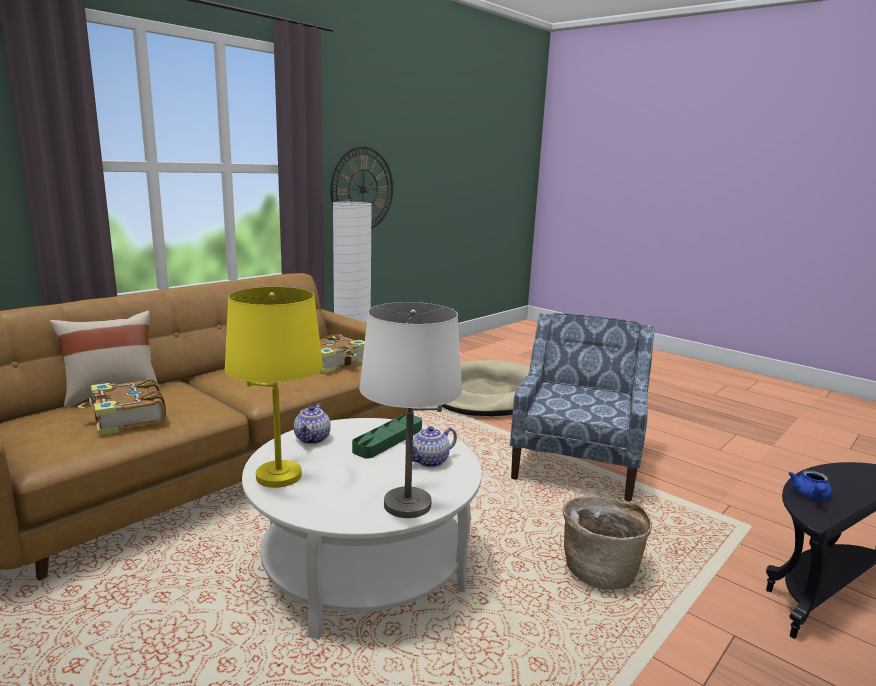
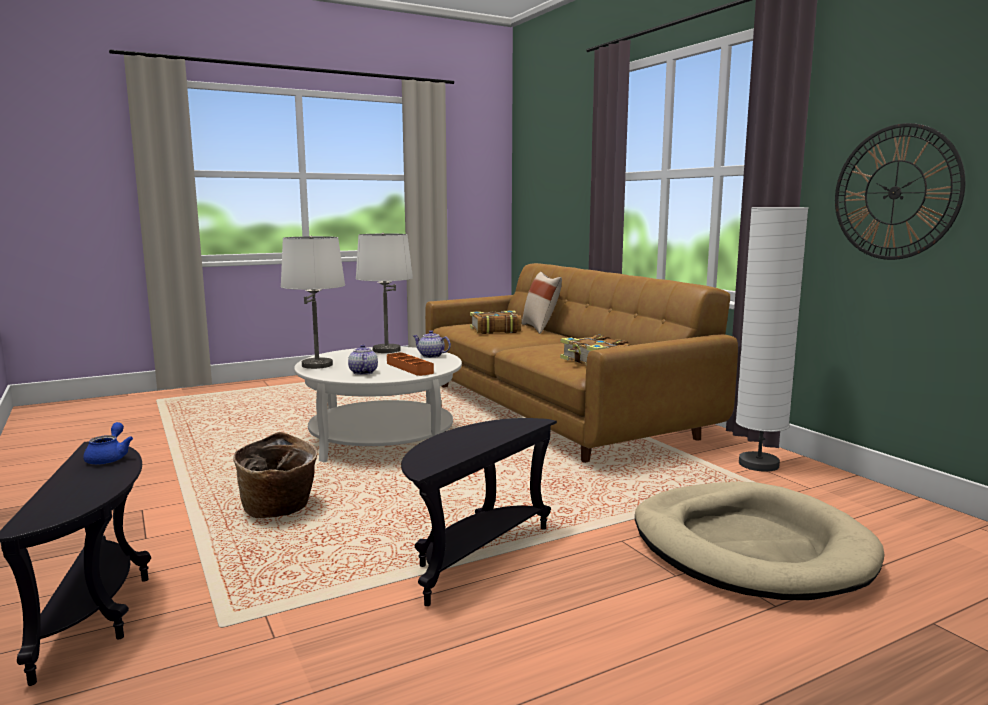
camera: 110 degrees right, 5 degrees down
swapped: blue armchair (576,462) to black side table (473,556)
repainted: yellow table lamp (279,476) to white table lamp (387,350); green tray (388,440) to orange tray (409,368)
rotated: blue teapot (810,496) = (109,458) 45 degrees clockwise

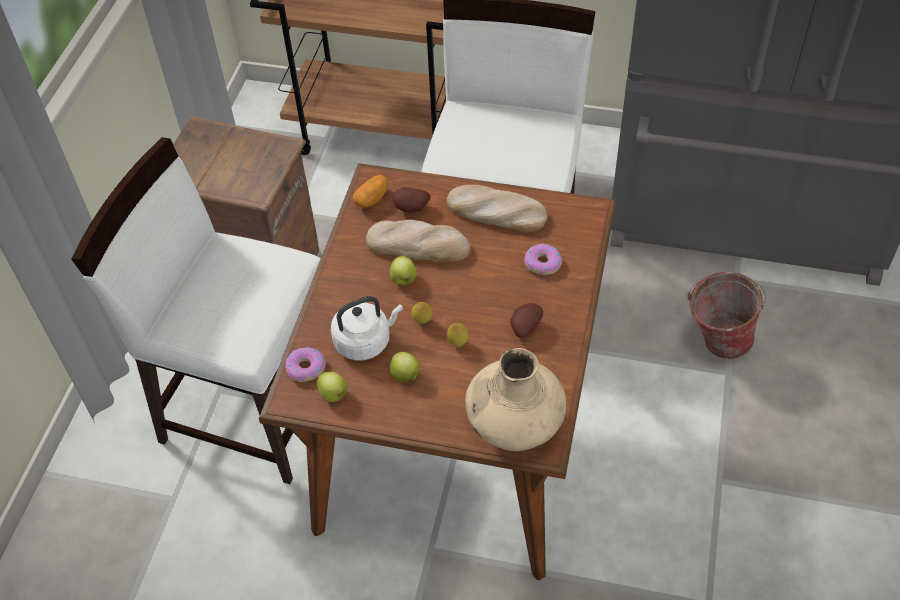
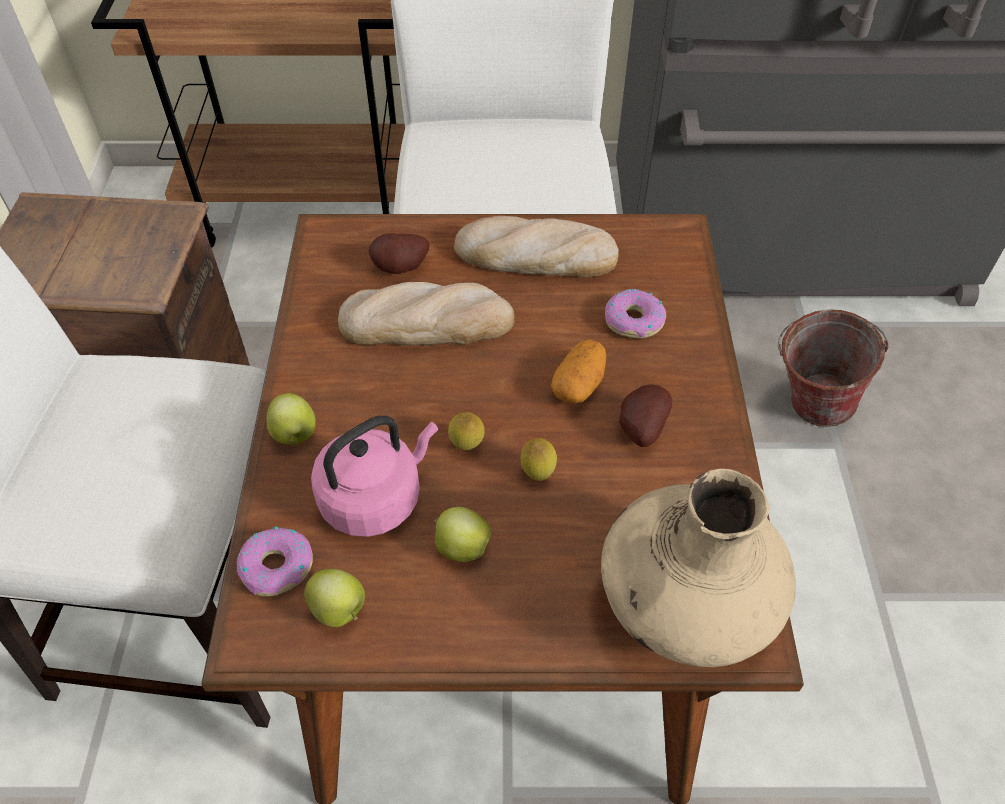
camera: 15 degrees left, 0 degrees up
shifted: potato (372,199) to (579,384); apple (403,280) to (295,435)
repainted: white kettle (365,341) to pink kettle (376,497)

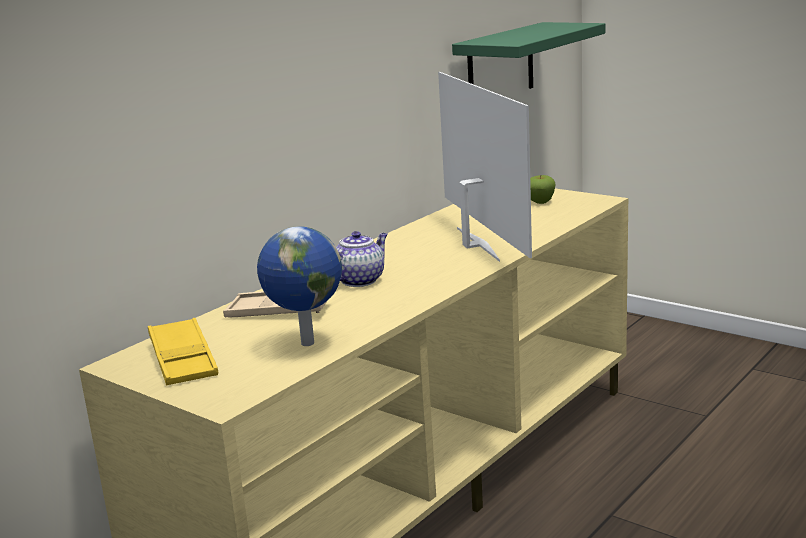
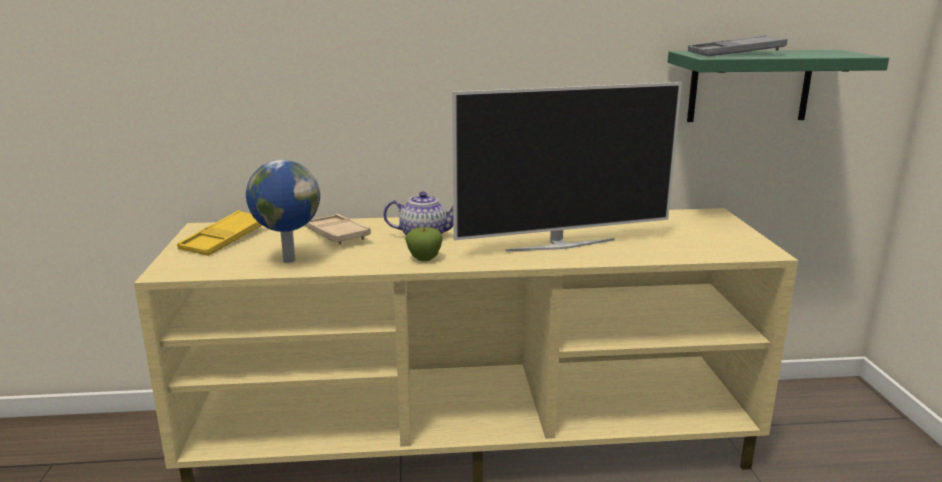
camera: 45 degrees right, 0 degrees up
new: grey tray (735,54)
shifted: apple (540,202) to (424,259)
rotated: television (475,244) = (560,245) 45 degrees clockwise

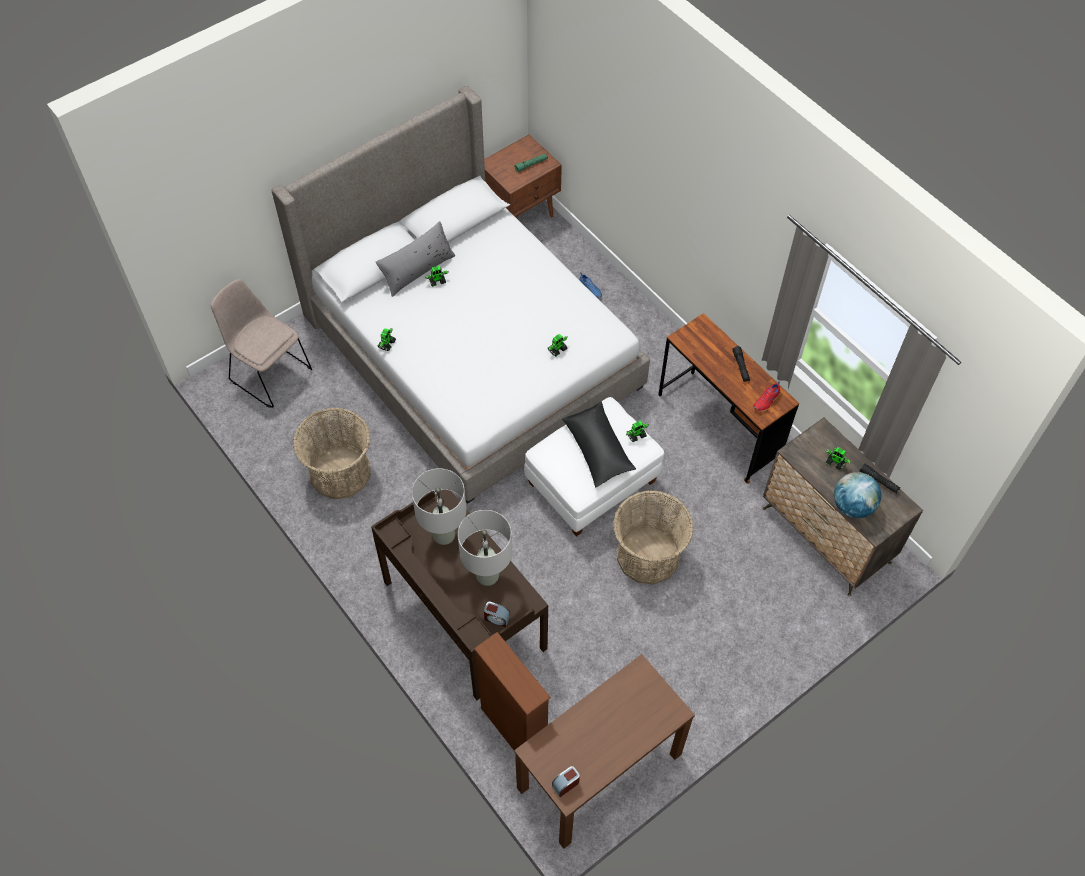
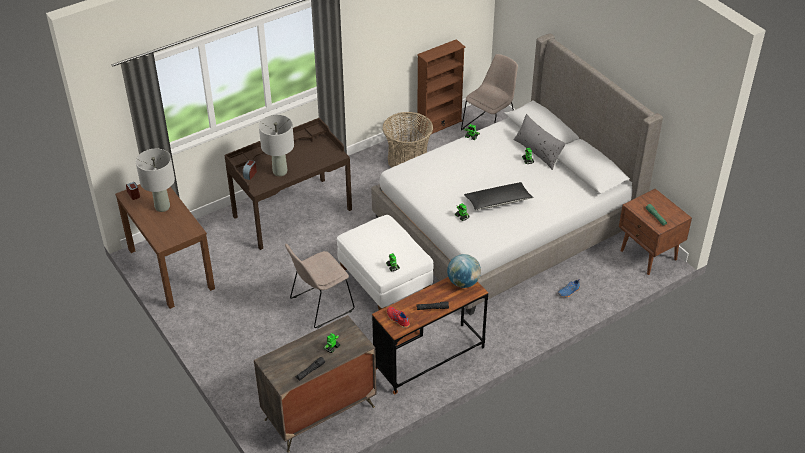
camera: 95 degrees right, 15 degrees down
shifted: black pillow (598,449) to (498,201); grey table lamp (443,536) to (162,207); globe (852,506) to (463,282); brown bookcase (514,730) to (439,125)
swapped: basket (648,555) to beige chair (320,305)

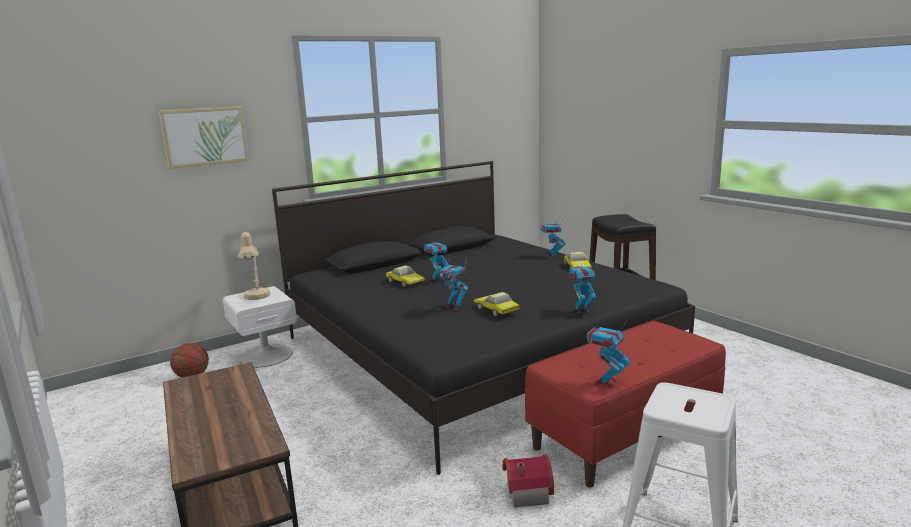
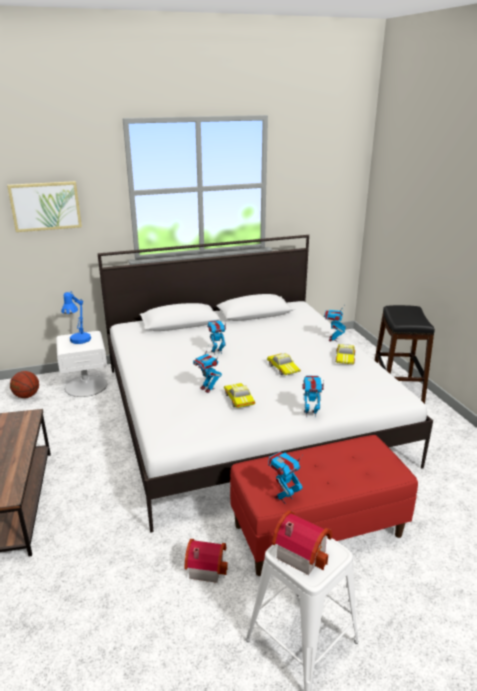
camera: 15 degrees right, 10 degrees up
new: toy house (301,551)
shifted: toy car (405,281) to (283,368)
repainted: black bed (475,349) to white bed (246,412); beige table lamp (256,297) to blue table lamp (79,341)

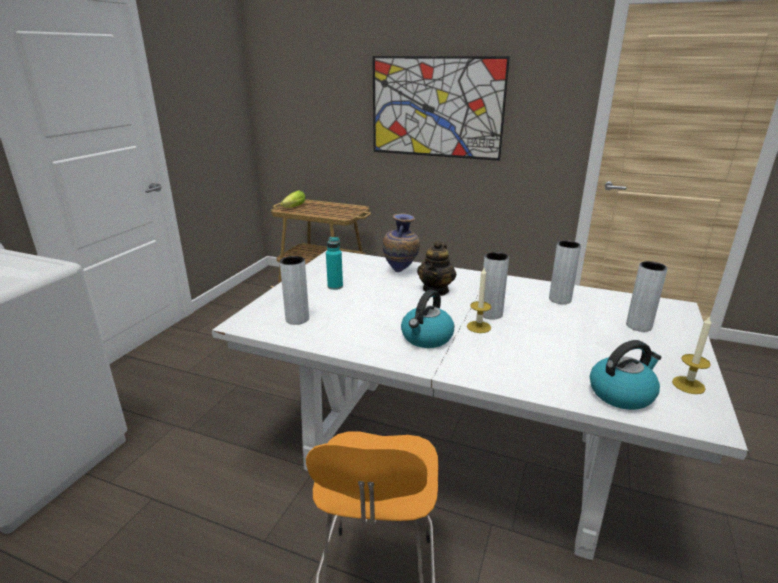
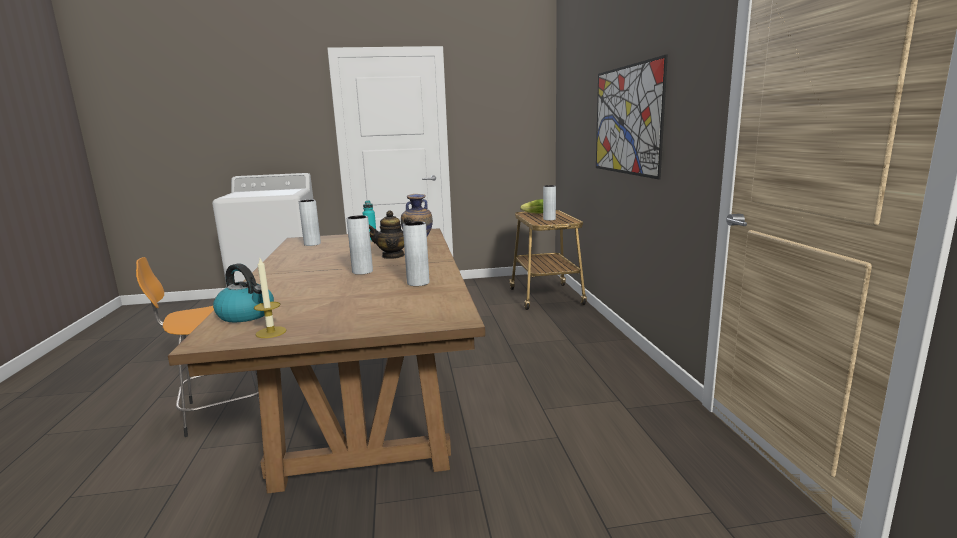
camera: 60 degrees right, 10 degrees down
gone: candle (478,327); kettle (426,338)
shifted: grey vase (638,326) to (549,219)
repainted: white dining table (458,452) to brown dining table (368,405)

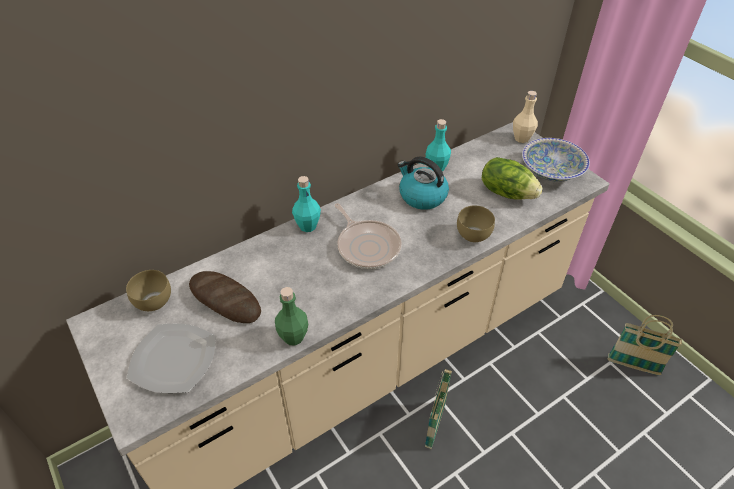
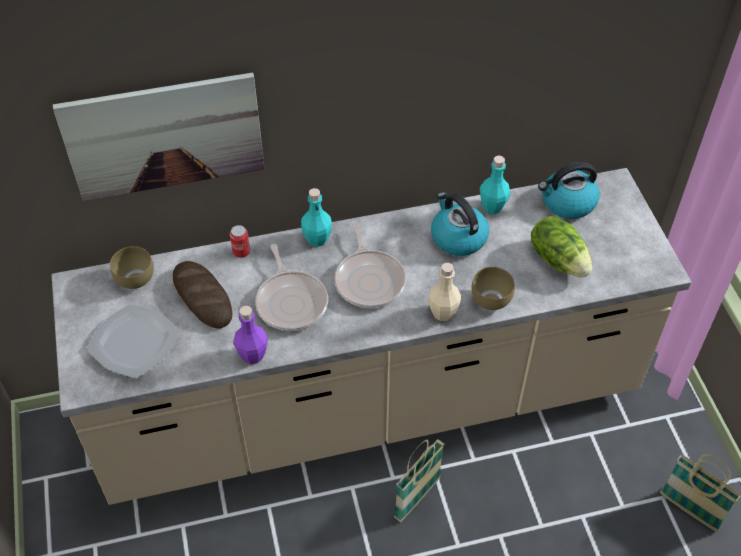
camera: 20 degrees right, 5 degrees up
gone: bowl (551,171)
new: picture (164,136); kettle (567,203); can (241,252); frying pan (291,301)
shifted: beige bottle (521,138) to (443,313)
repainted: green bottle (293,337) to purple bottle (253,355)

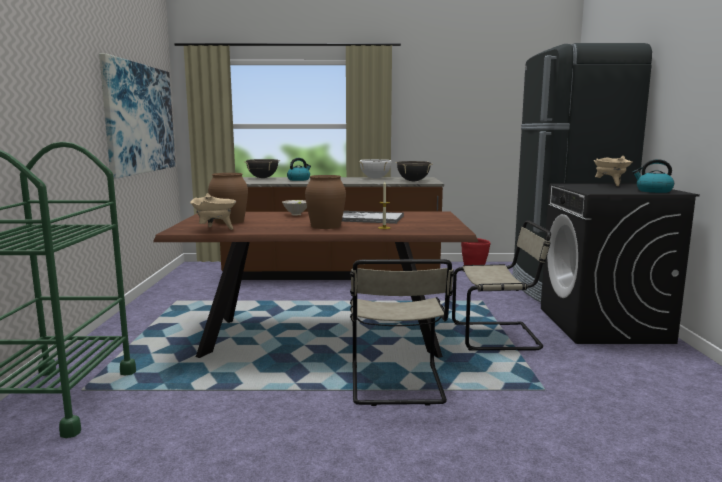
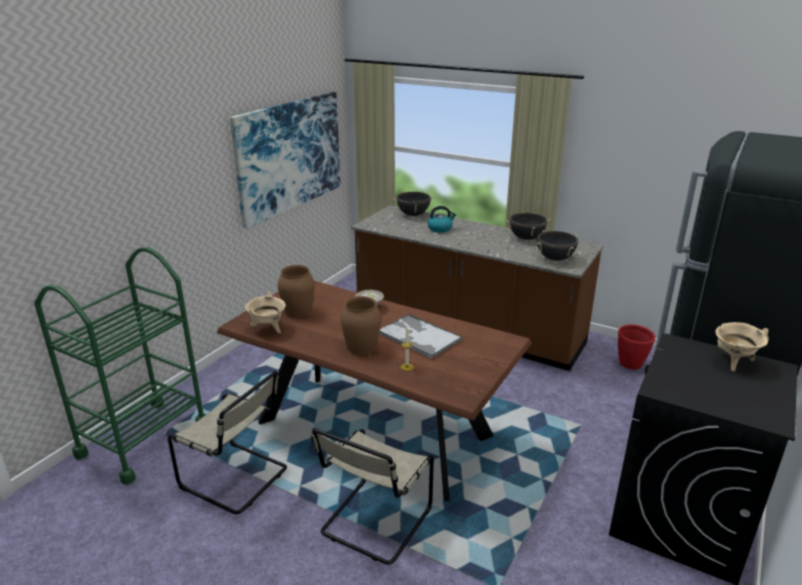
camera: 30 degrees right, 15 degrees up
gone: kettle (653,191)
shifted: beige chair (499,336) to (237,479)
repainted: white cooking pot (375,178) to black cooking pot (526,238)

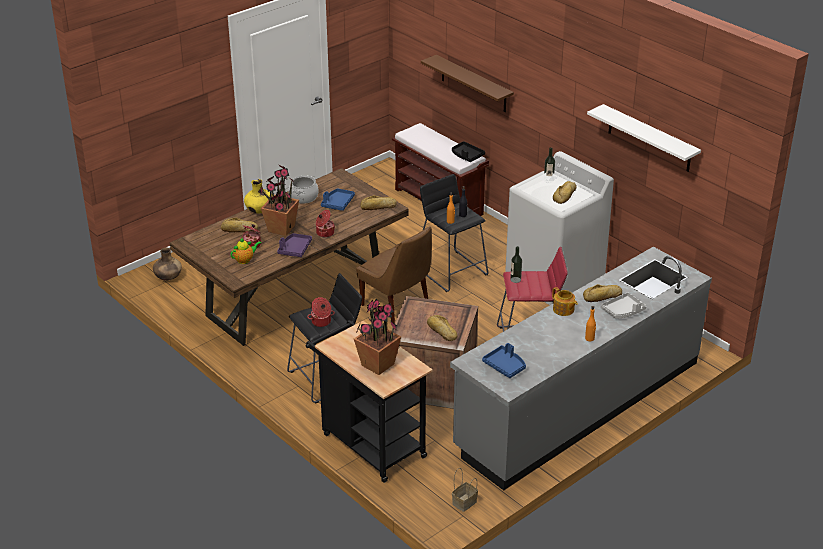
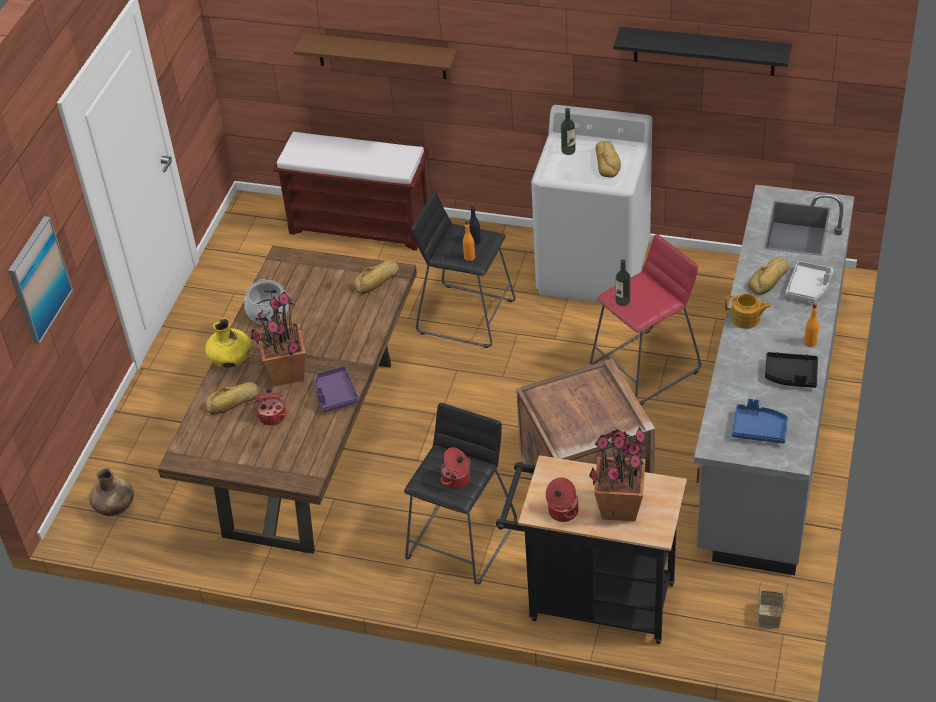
camera: 30 degrees left, 10 degrees up
gone: blue tray (337,203); brown chair (397,305); teapot (245,260); bread (441,331)
new: picture (38,280)
shifted: black tray (467,156) to (791,375); cooking pot (324,233) to (562,511)
repainted: white shelf (649,139) to black shelf (704,51)

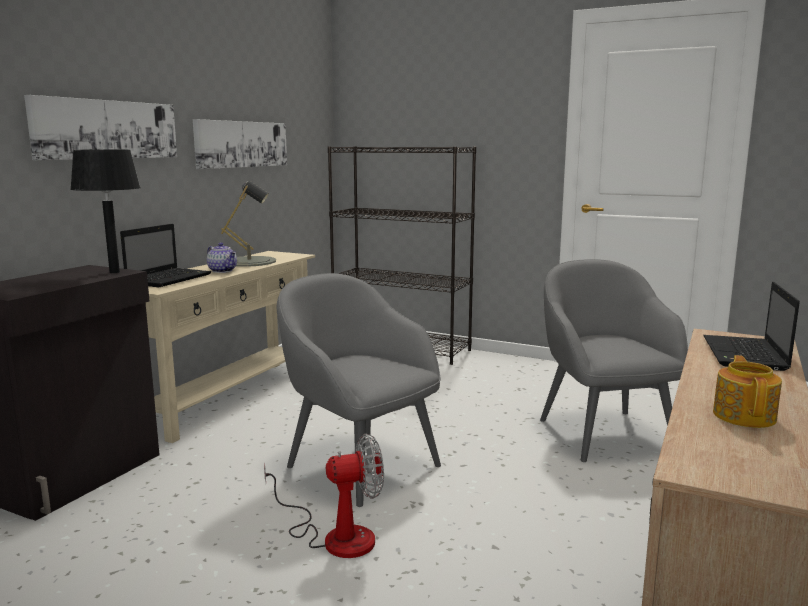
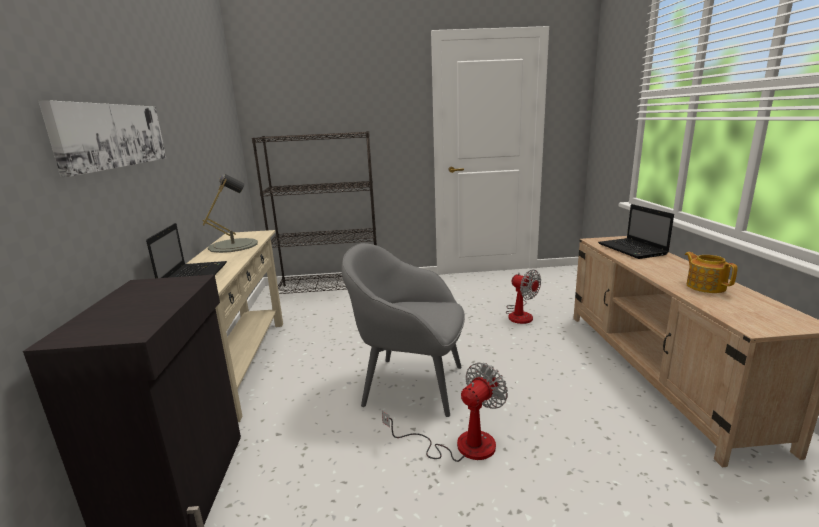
camera: 30 degrees left, 5 degrees up
gone: picture (241,144); black table lamp (114,272); teapot (223,271)
swapped: grey armchair (604,433) to fan (520,314)

